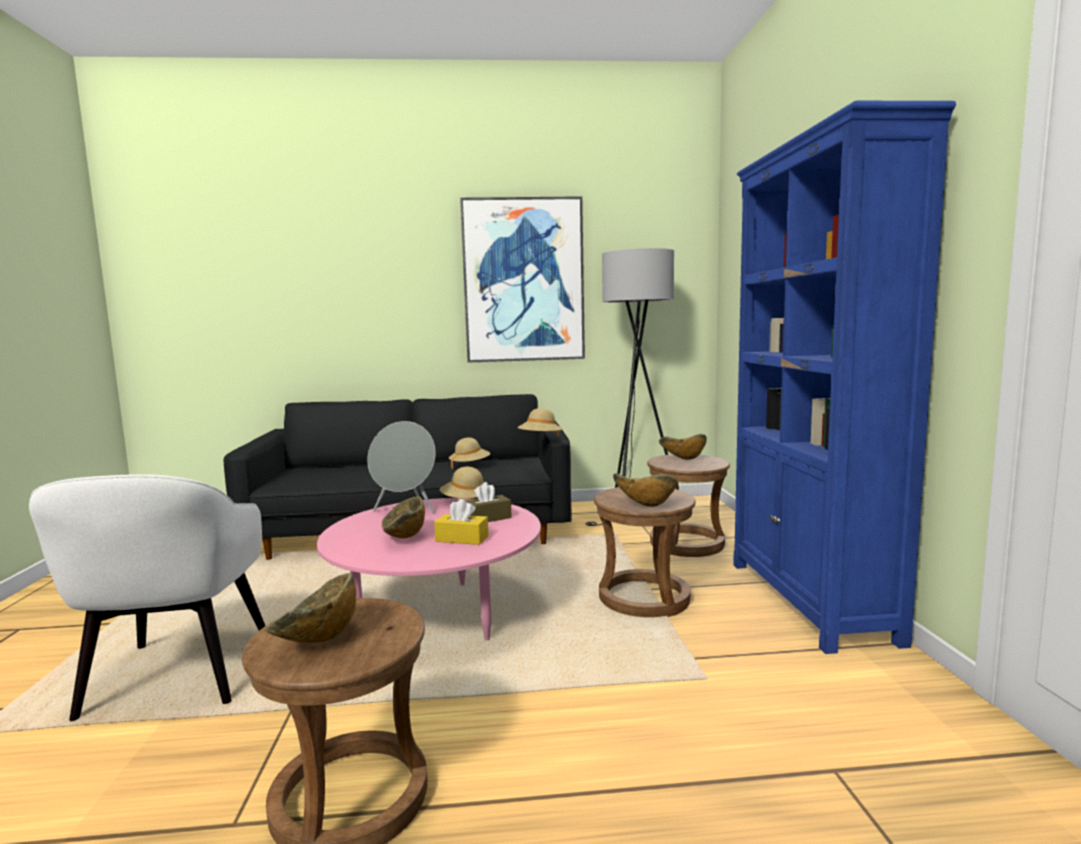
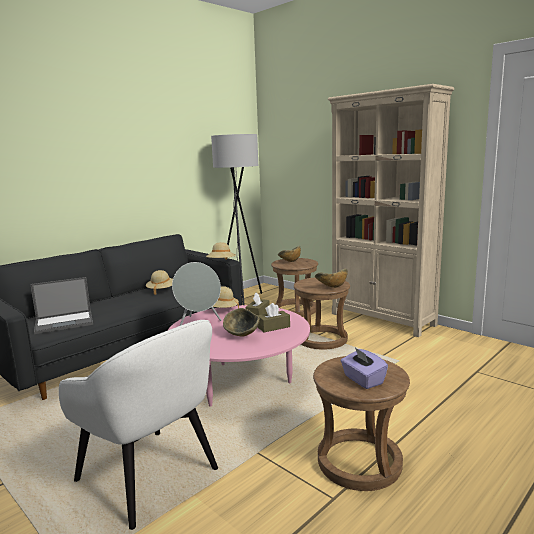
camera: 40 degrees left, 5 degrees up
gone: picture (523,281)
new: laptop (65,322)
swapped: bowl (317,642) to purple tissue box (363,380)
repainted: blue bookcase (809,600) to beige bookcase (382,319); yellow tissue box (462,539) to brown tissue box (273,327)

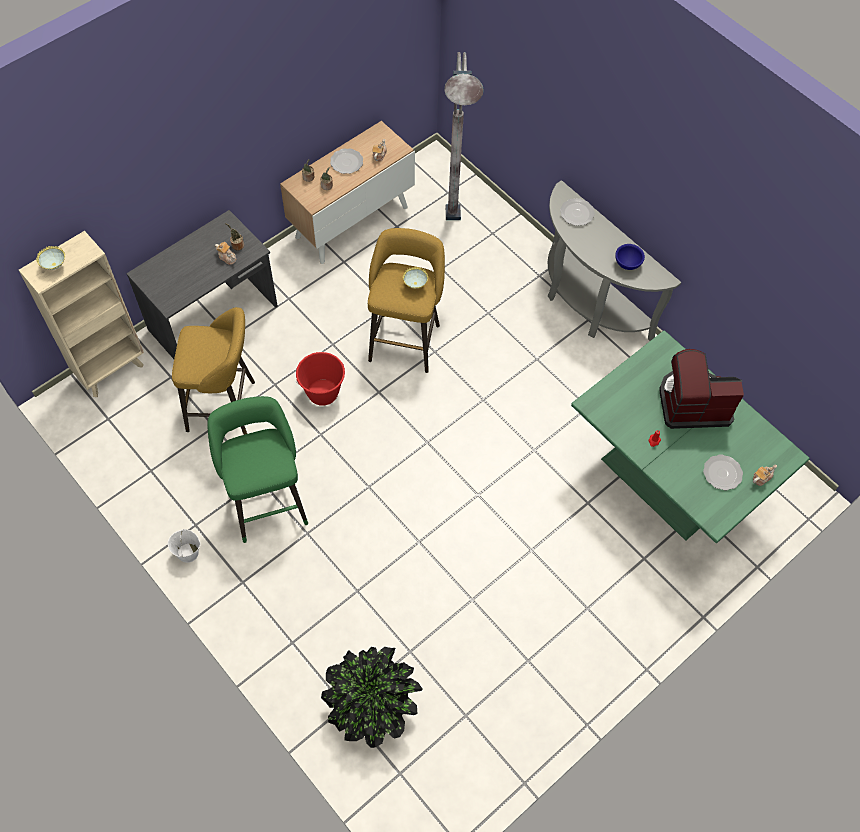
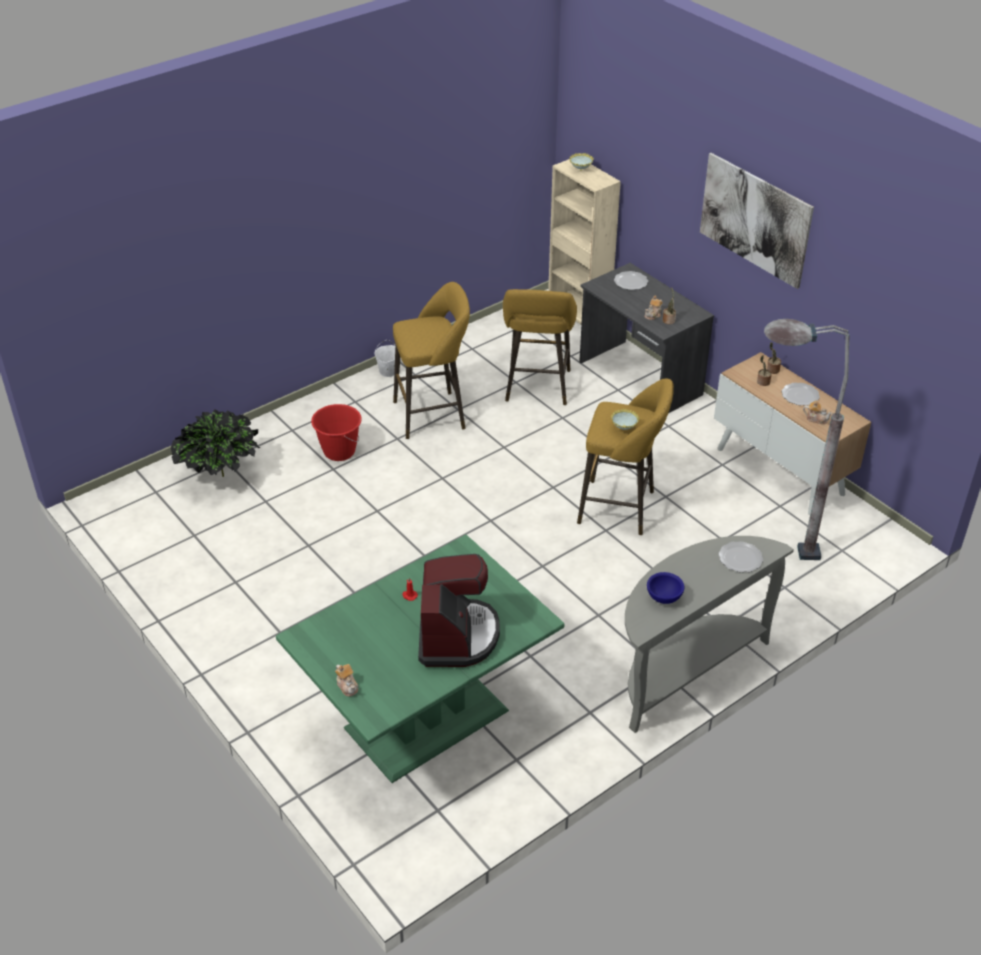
camera: 95 degrees right, 20 degrees down
new: picture (755,219)
shifted: red bucket (323,393) to (339,451); plate (721,473) to (630,282)
repainted: green stool (267,501) to yellow stool (434,414)

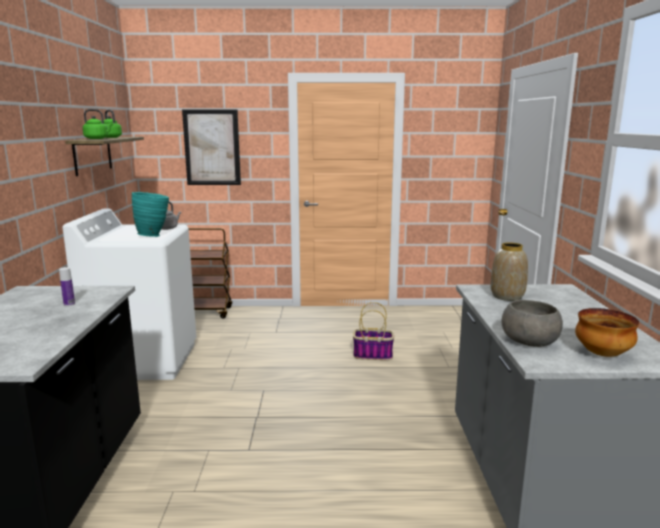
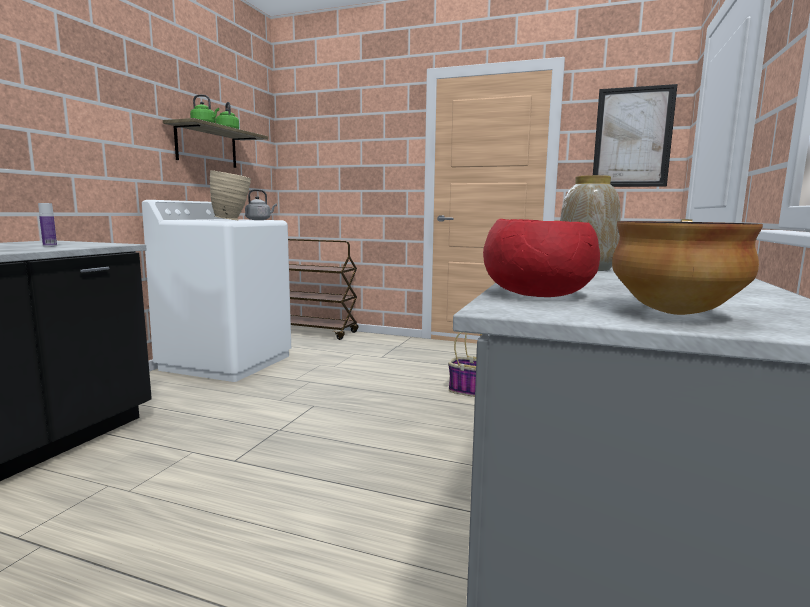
camera: 20 degrees right, 5 degrees down
shifted: picture (212,147) to (632,137)
repainted: turquoise vase (154,235) to beige vase (233,220); grey bowl (530,341) to red bowl (538,293)

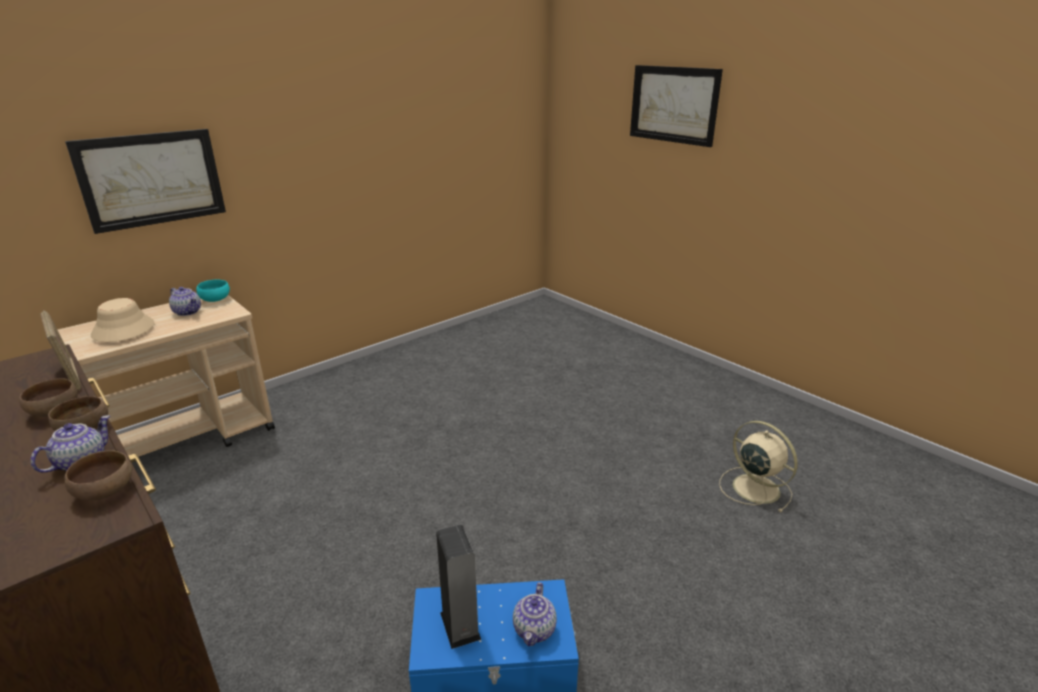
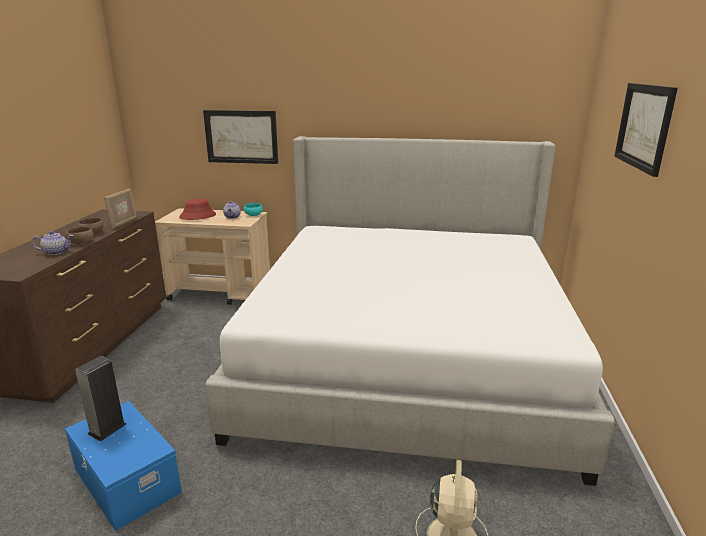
camera: 50 degrees right, 5 degrees down
gone: brown bowl (106,491); teapot (535,630)
new: bed (406,357)
repainted: beige hat (123,330) to red hat (197,216)

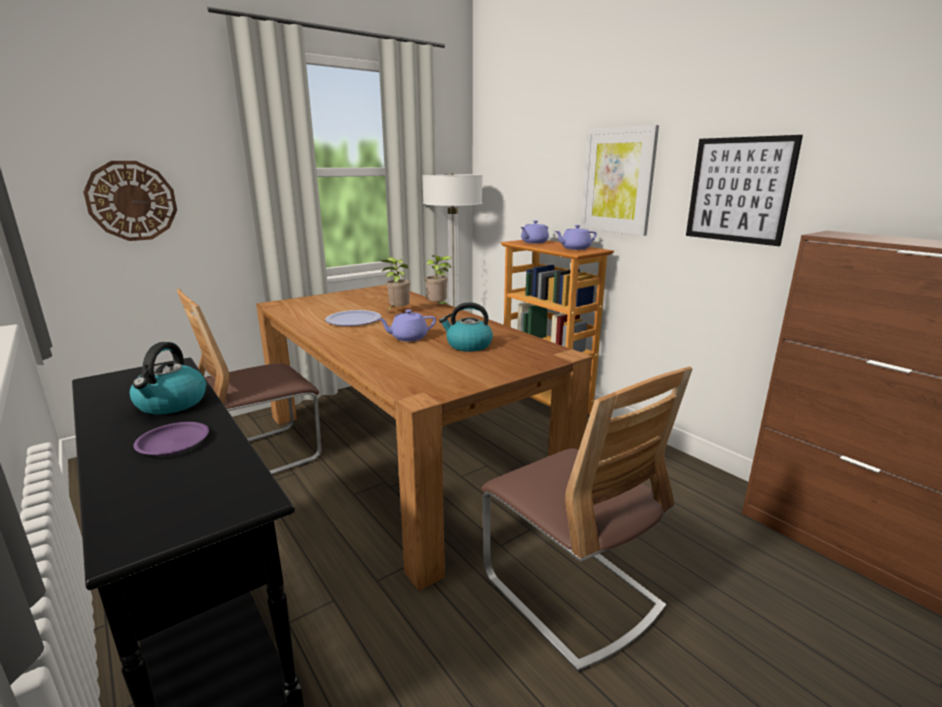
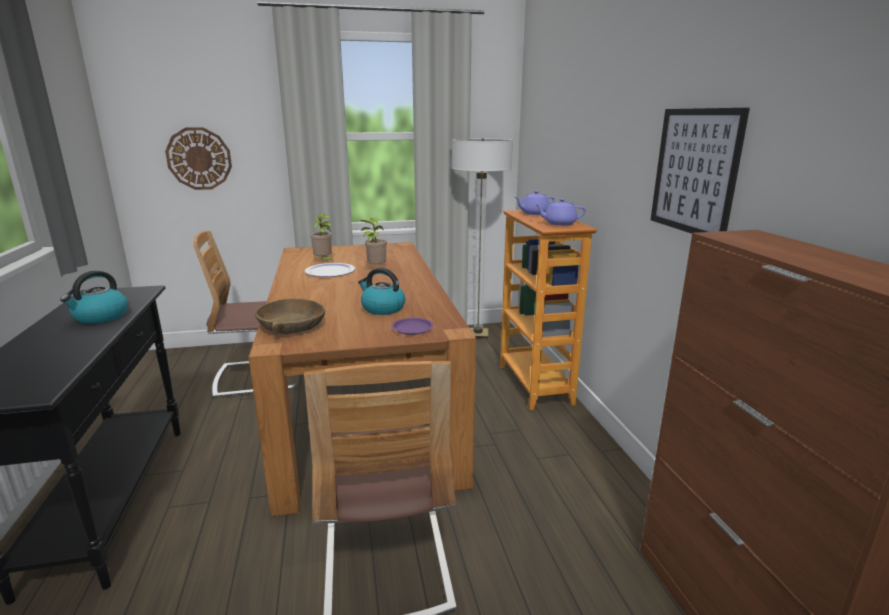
camera: 25 degrees right, 0 degrees up
gone: picture (618,181); purple teapot (408,338)
new: brown bowl (292,326)
shifted: potted plant (438,307) to (324,261); purple plate (174,443) to (413,329)

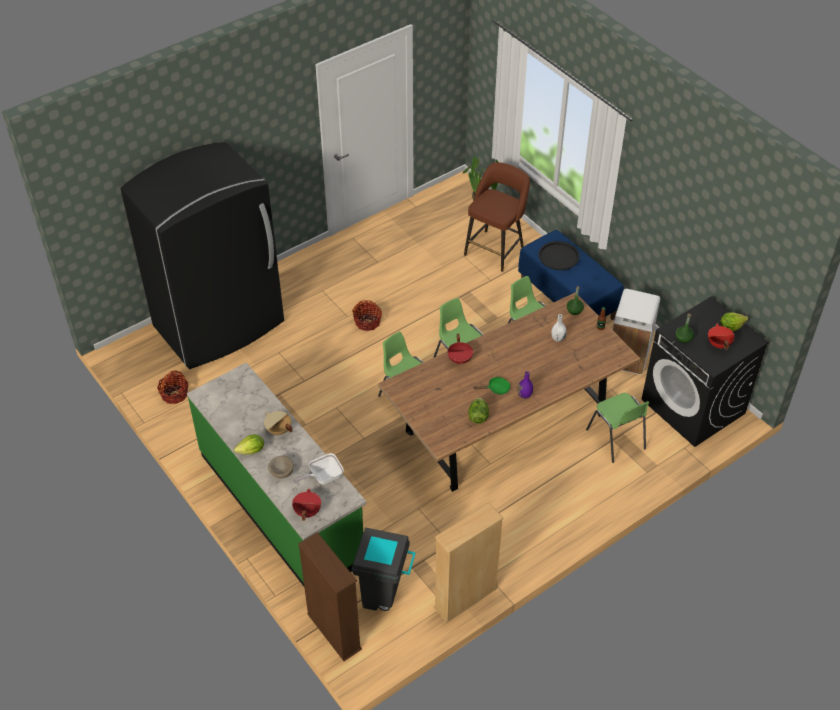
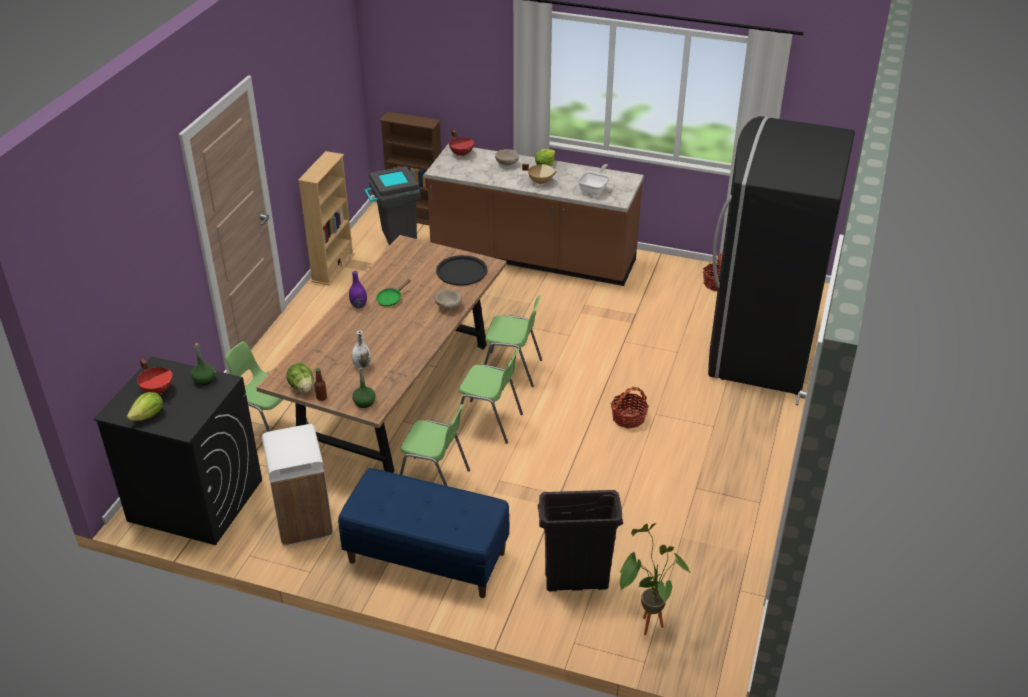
camera: 145 degrees right, 10 degrees down
shifted: black tray (558,256) to (461,271); lettuce (478,417) to (302,387); frying pan (323,477) to (594,189)
swapped: brown stool (495,249) to black trash can (576,581); red cooking pot (460,359) to beige bowl (448,307)
repainted: green counter (282,506) to brown counter (532,258)

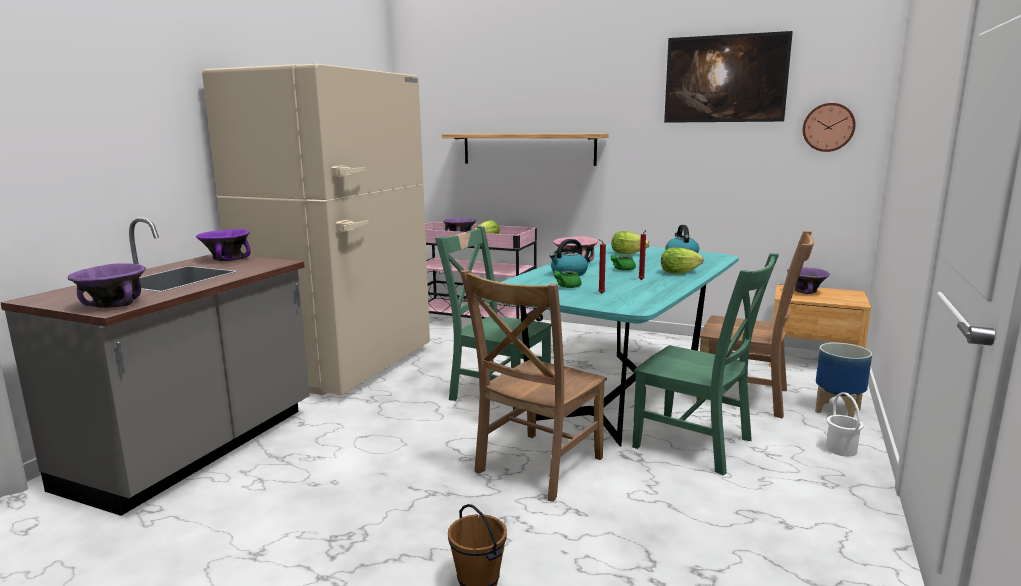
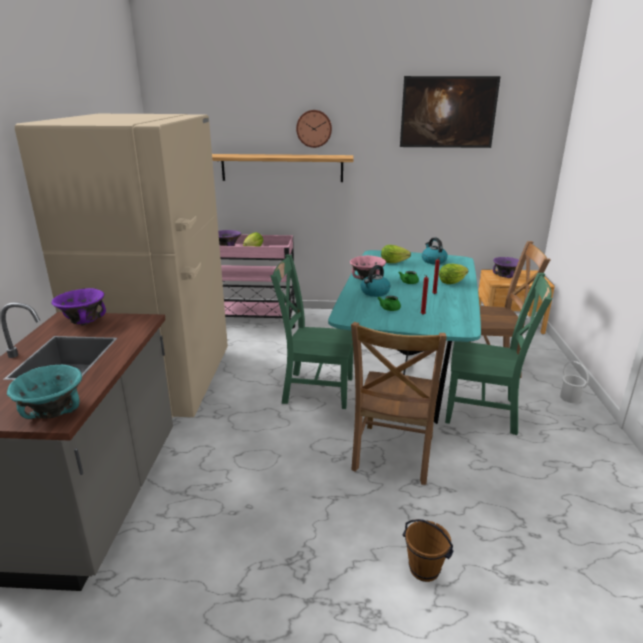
camera: 20 degrees left, 10 degrees up
gone: planter (838,411)
shifted: wall clock (828,127) to (314,128)
repainted: purple bowl (114,305) to turquoise bowl (53,411)

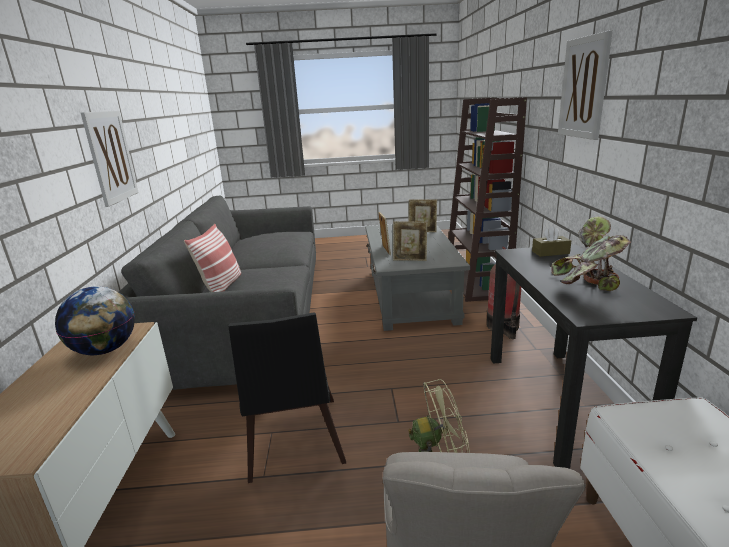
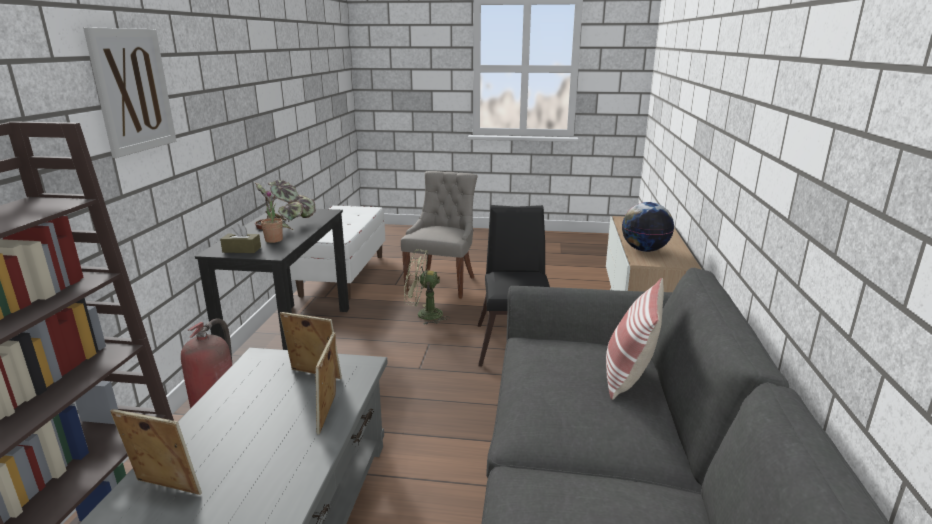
camera: 170 degrees left, 0 degrees up
gone: picture (111,157)
new: potted plant (274,240)

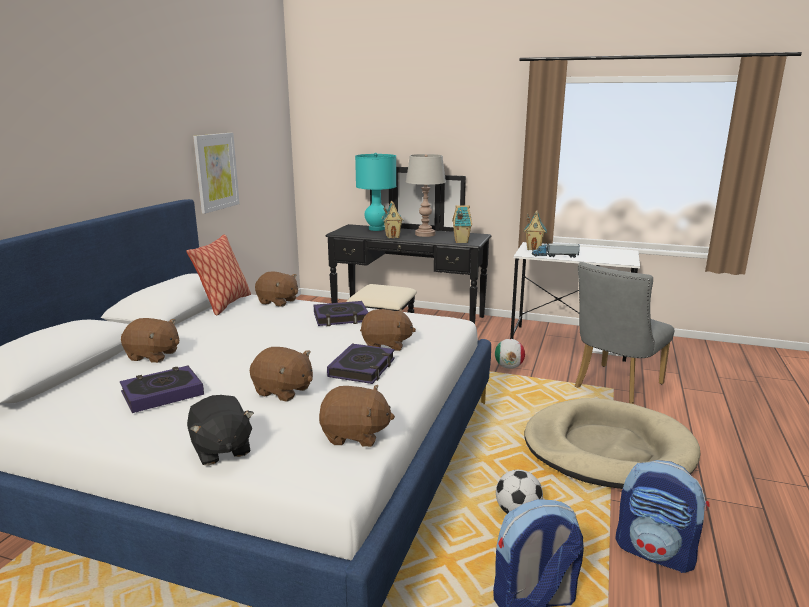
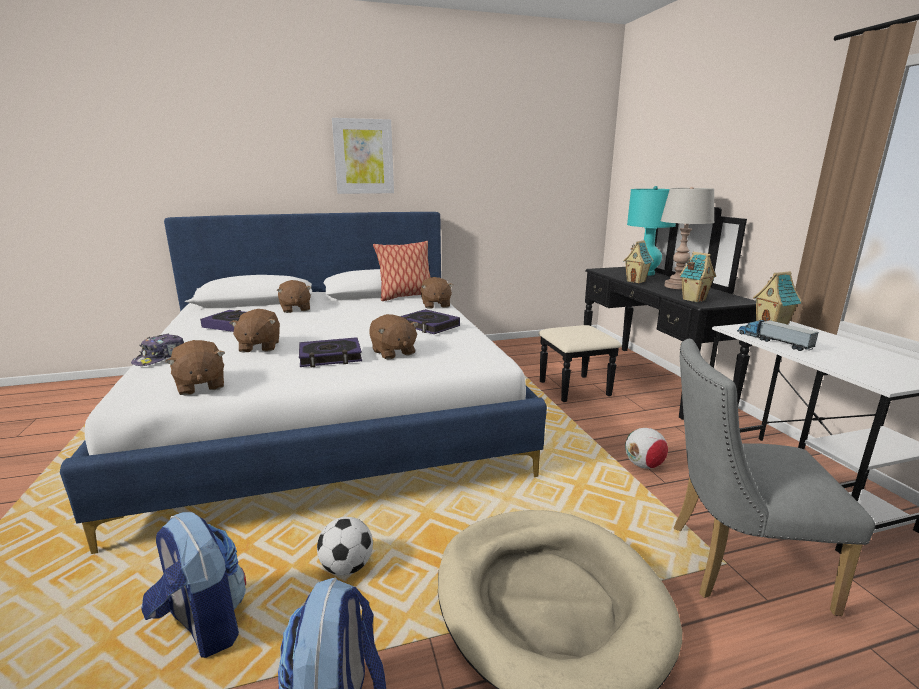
camera: 55 degrees right, 0 degrees up
shifted: picture (216,172) to (363,157)
swapped: black plush toy (221,449) to cap (160,358)

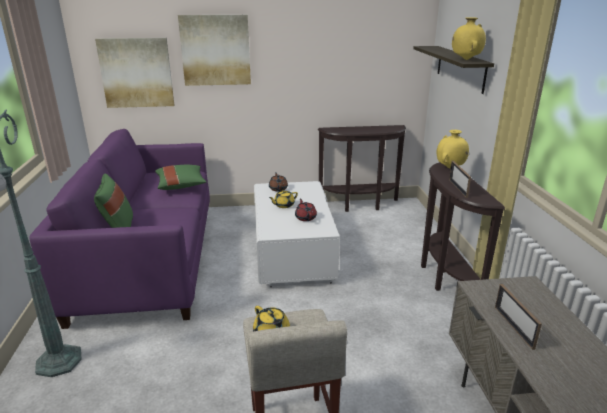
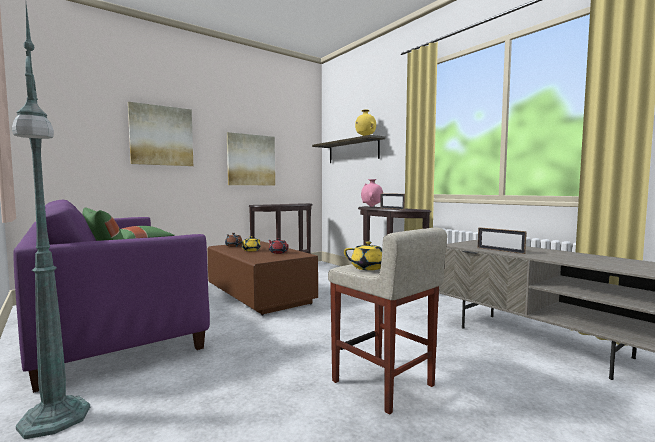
camera: 30 degrees left, 20 degrees down
shifted: picture (136,73) to (251,160)
repainted: yellow vase (450,168) to pink vase (372,206); white coffee table (292,252) to brown coffee table (259,295)

